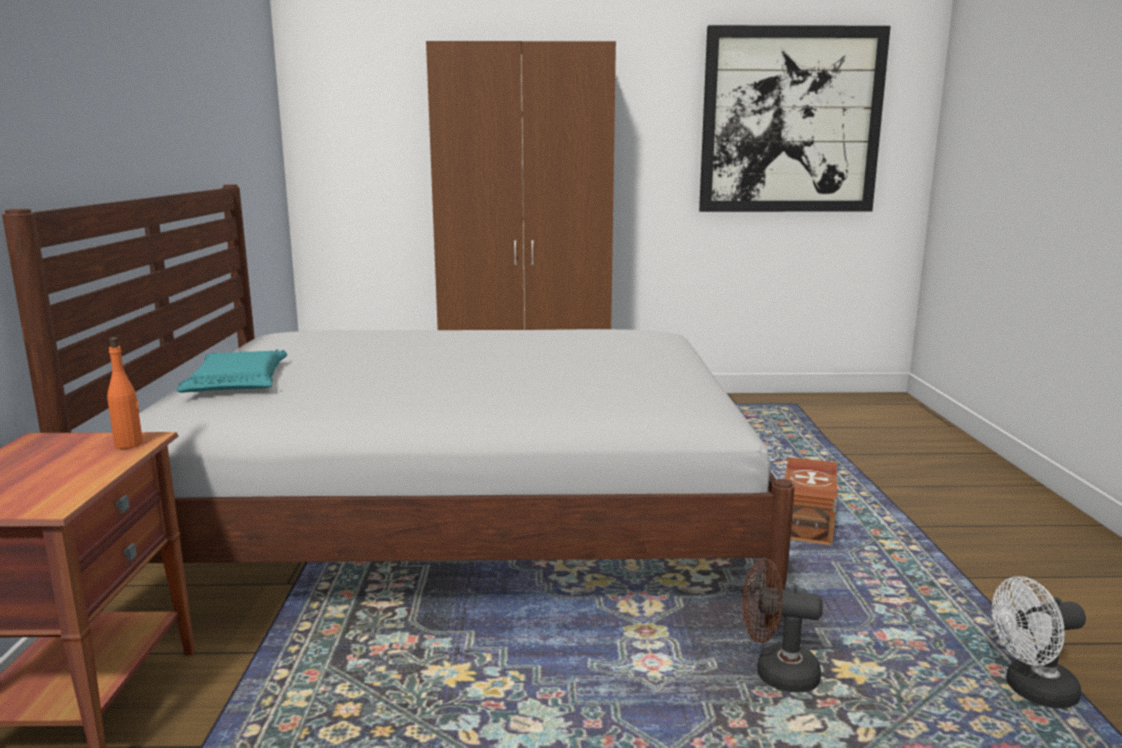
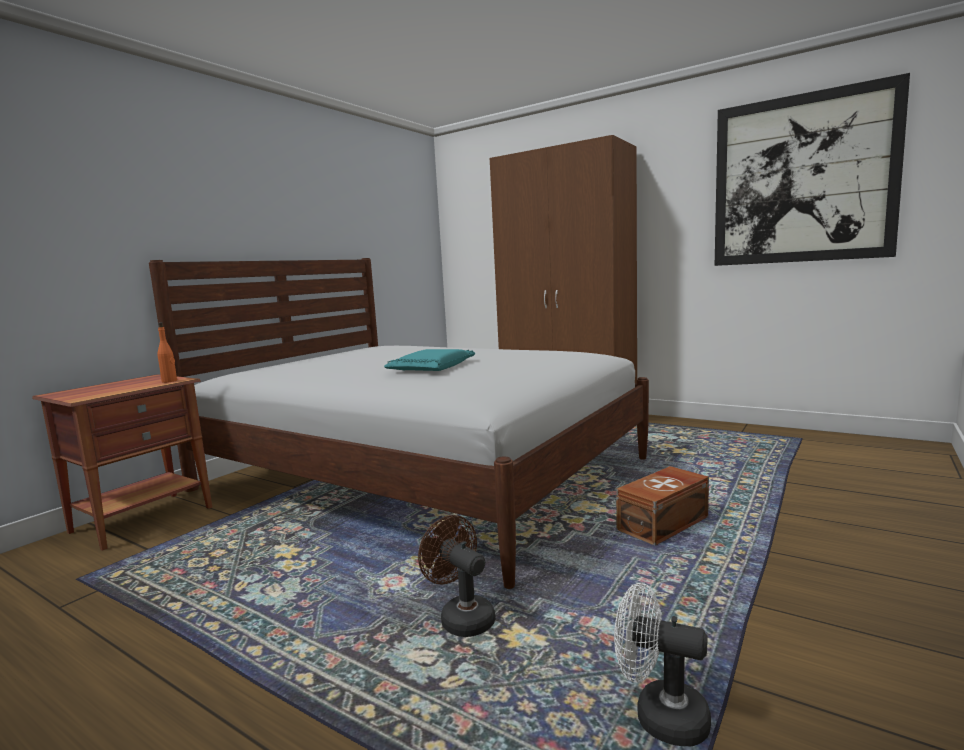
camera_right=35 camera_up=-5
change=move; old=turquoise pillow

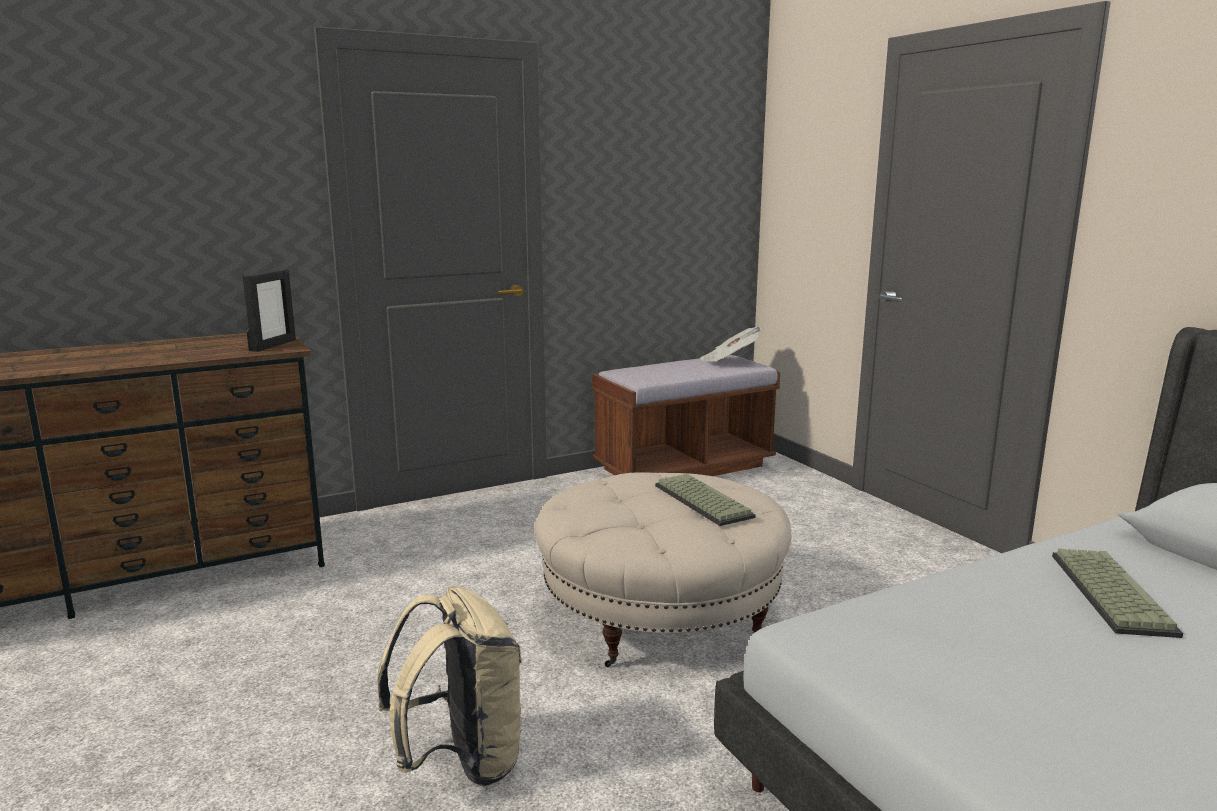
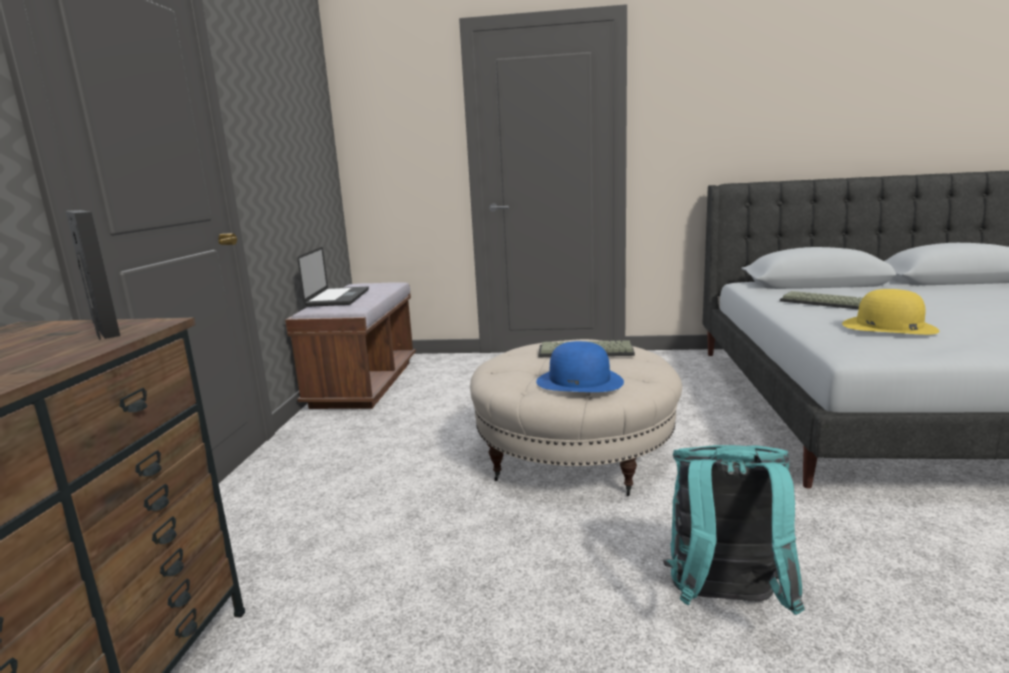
camera_right=-55 camera_up=0
change=recolor; old=beige backpack; new=turquoise backpack
change=delete; old=newspaper
change=insert; new=laptop
change=insert; new=blue hat
change=insert; new=yellow hat

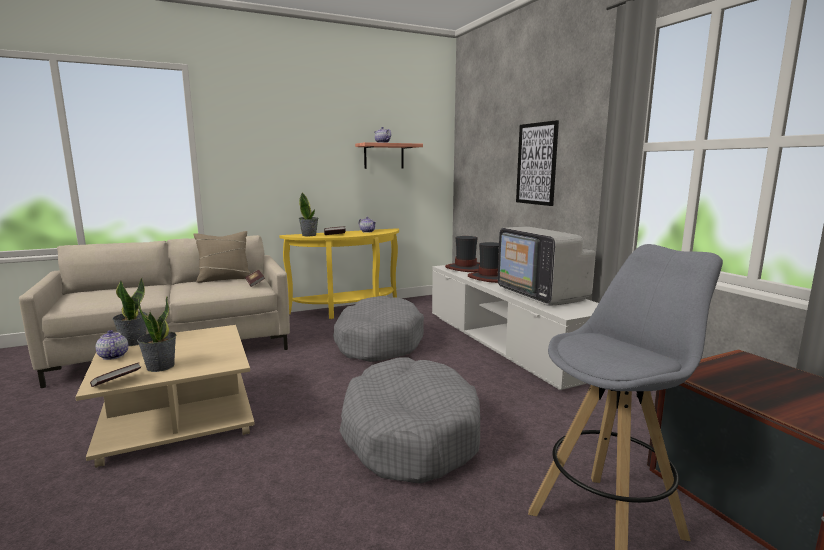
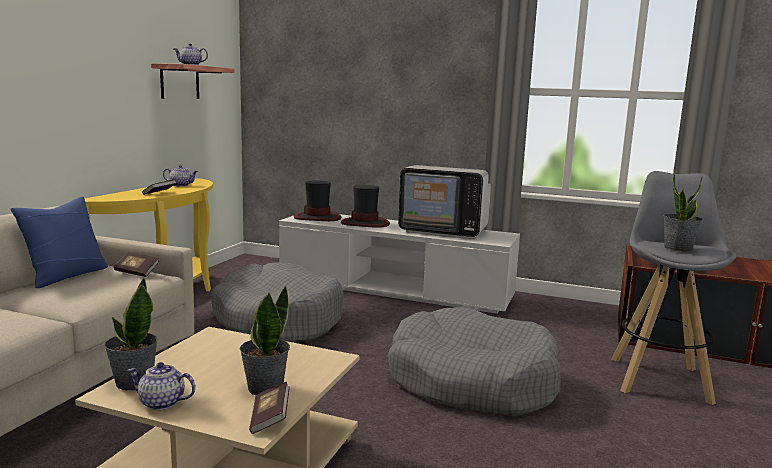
camera_right=-45 camera_up=0
change=recolor; old=beige pillow; new=blue pillow
change=move; old=potted plant (3rd from left)
change=delete; old=picture

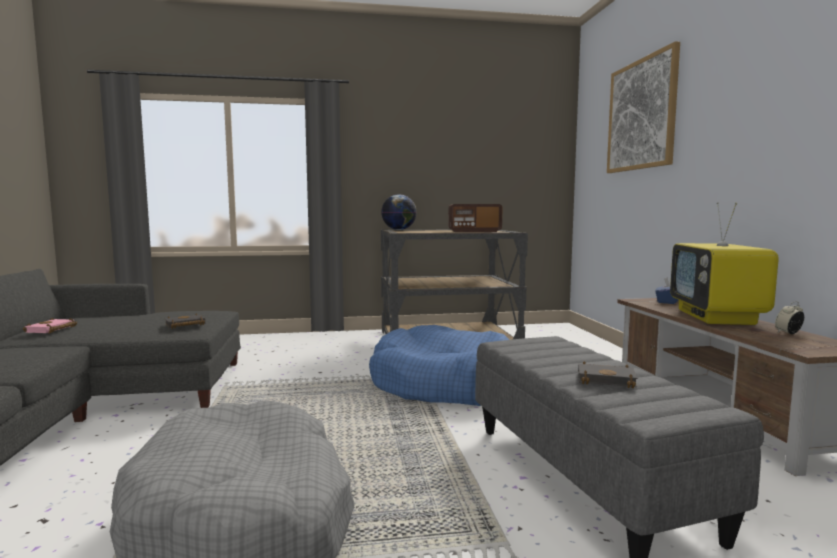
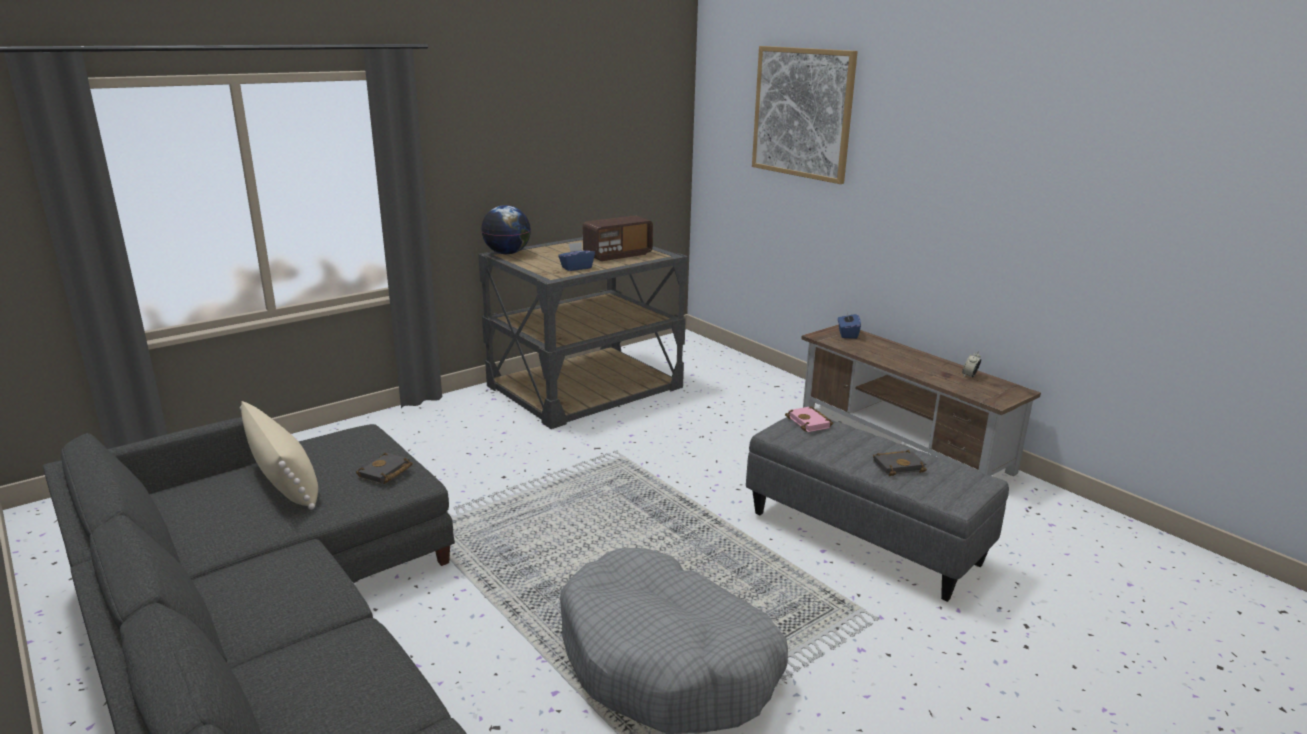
camera_right=-30 camera_up=15
change=move; old=pink book
change=delete; old=blue dog bed
change=delete; old=television
change=insert; new=beige pillow
change=insert; new=blue tissue box (1st from left)

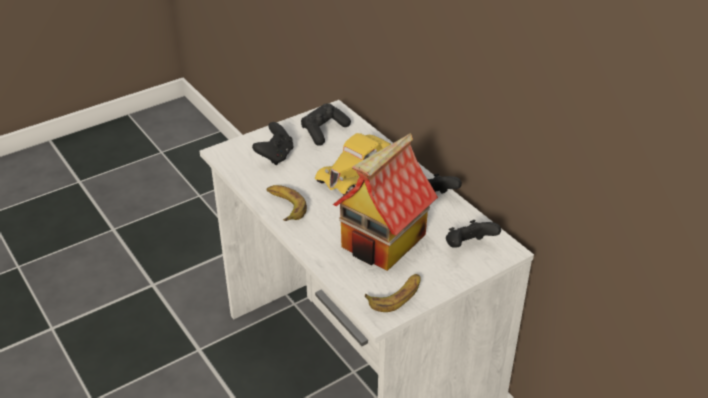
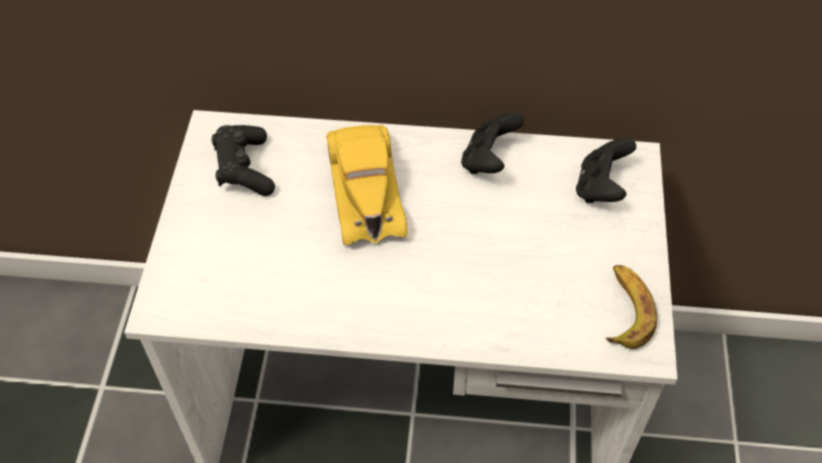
camera_right=-50 camera_up=15
change=delete; old=black game controller (1st from left)
change=delete; old=banana (1st from left)
change=delete; old=toy house

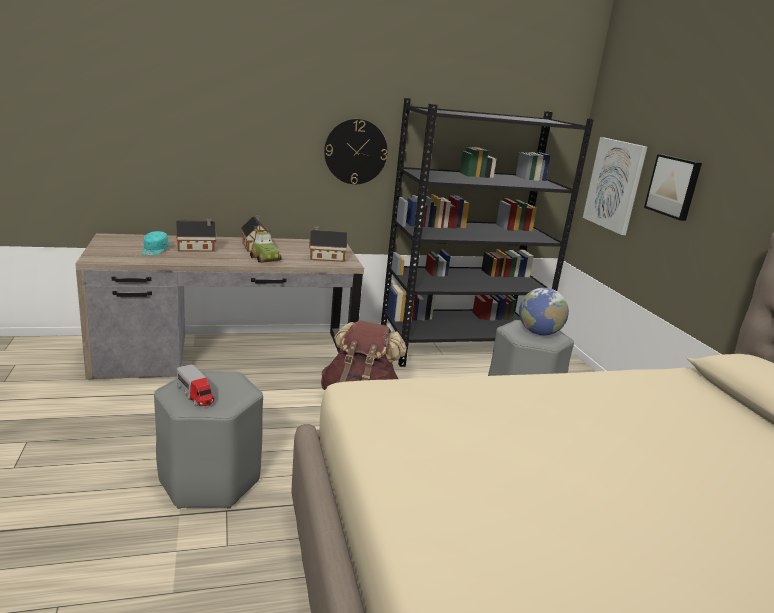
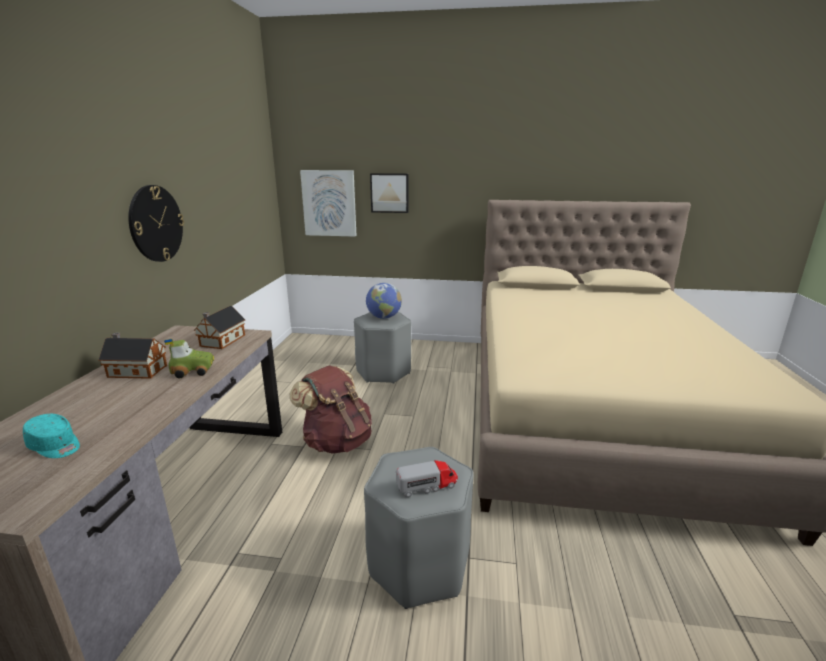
camera_right=-65 camera_up=0
change=delete; old=toy house (1st from left)
change=delete; old=black bookcase

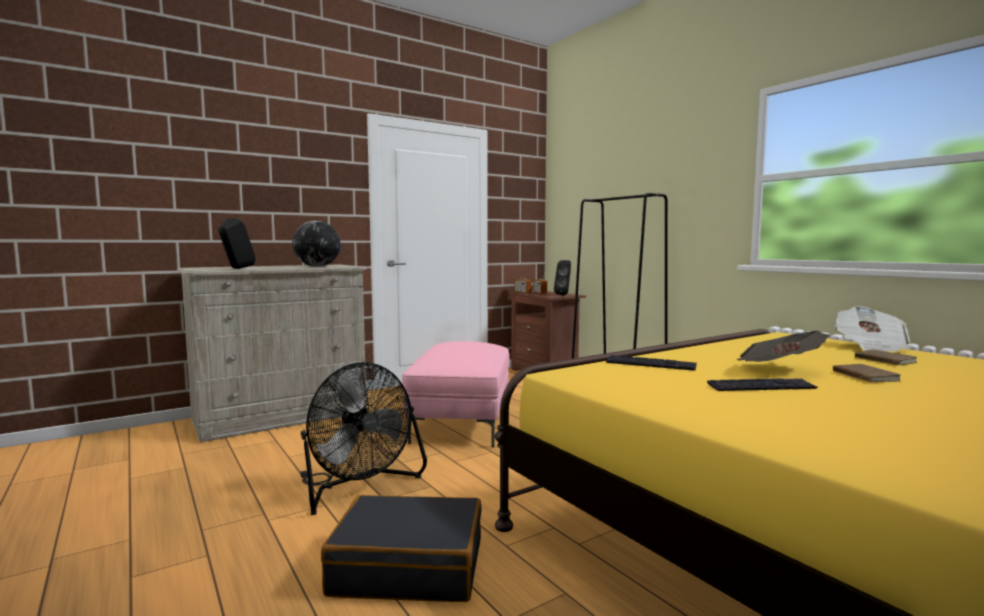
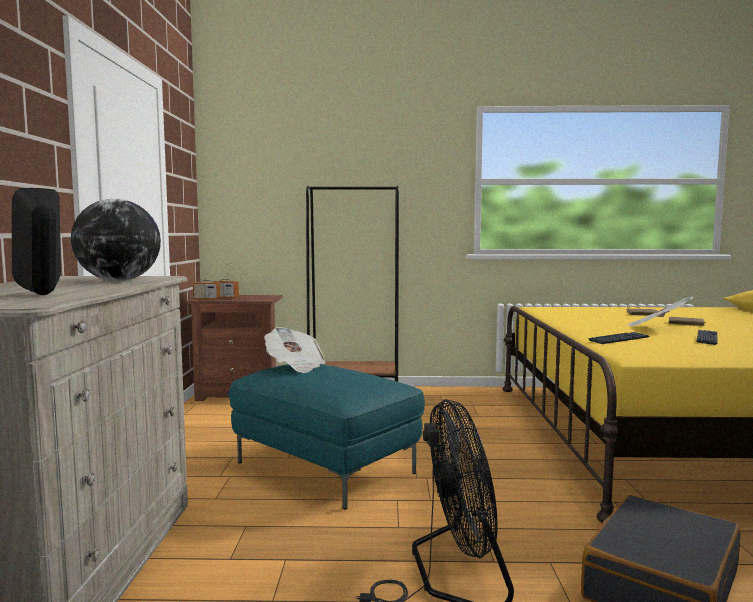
camera_right=-55 camera_up=0
change=recolor; old=pink ottoman; new=turquoise ottoman
change=delete; old=black speaker (2nd from left)
change=move; old=newspaper (2nd from left in the first image); new=newspaper (1st from left)

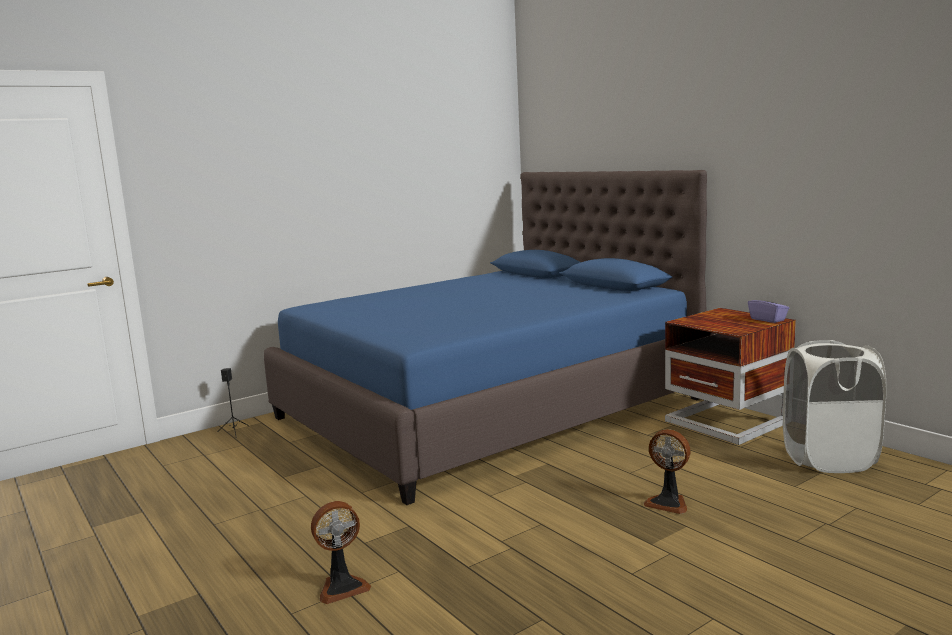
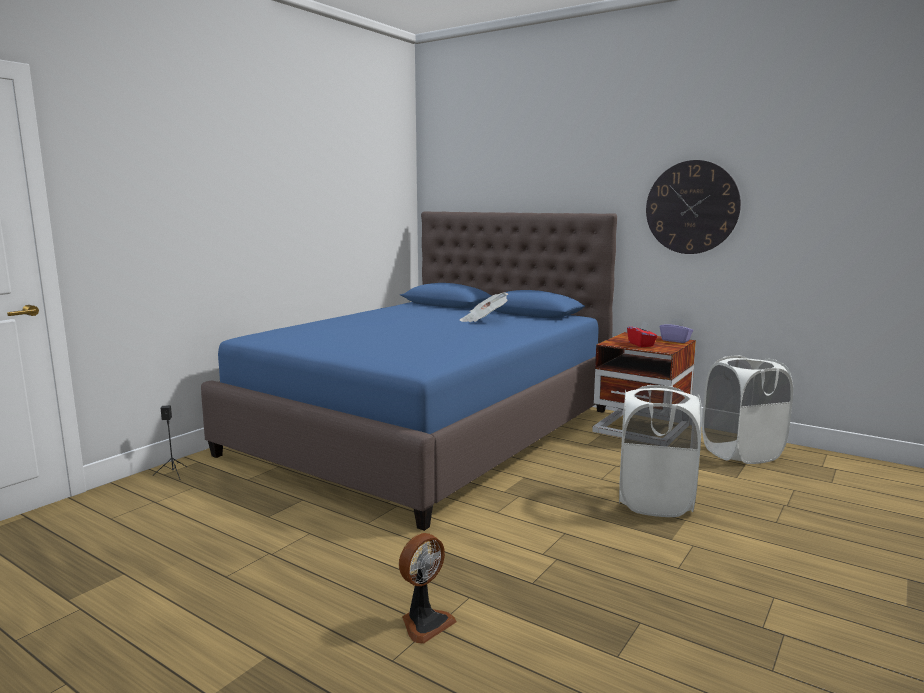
camera_right=-20 camera_up=0
change=replace; old=fan (2nd from left); new=white laundry basket (1st from left)
change=insert; new=newspaper
change=insert; new=red tissue box
change=insert; new=wall clock

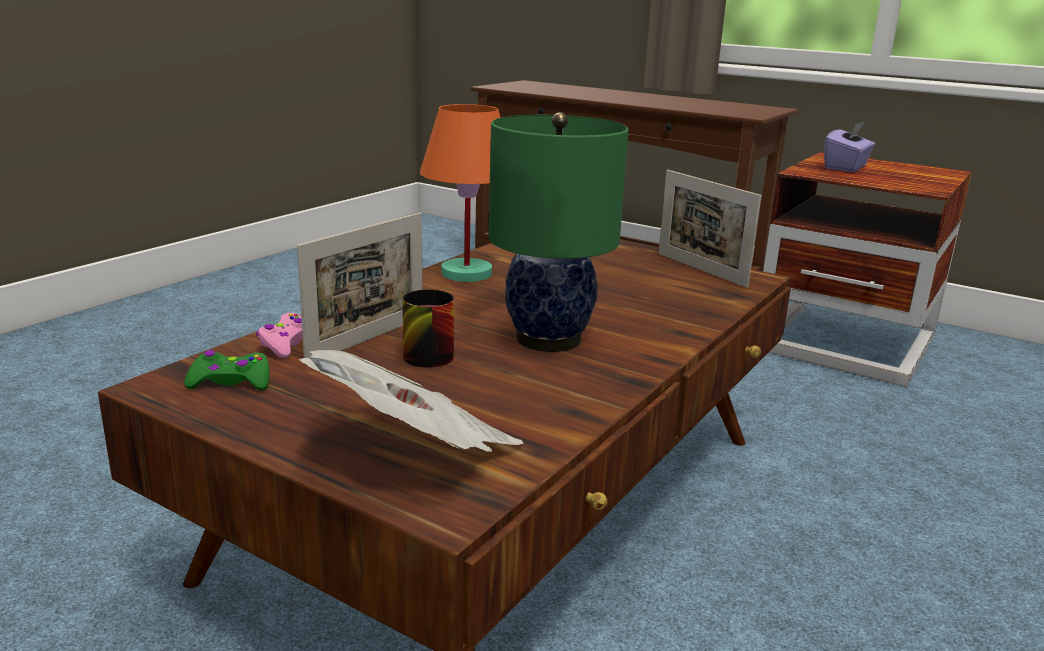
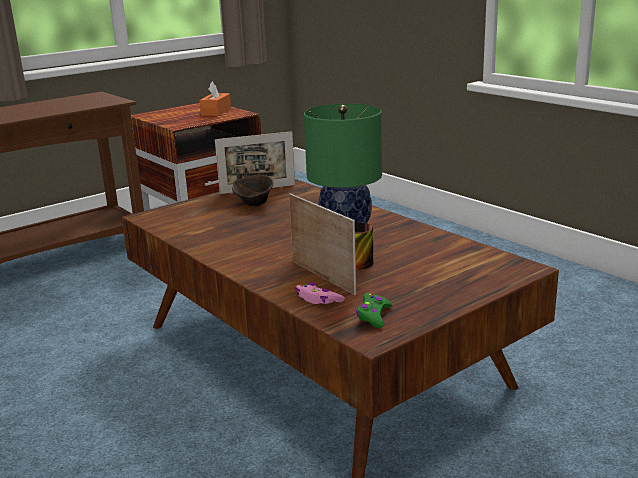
camera_right=-70 camera_up=0
change=delete; old=newspaper
change=delete; old=orange table lamp
change=delete; old=purple tissue box
change=insert; new=orange tissue box
change=insert; new=brown bowl

